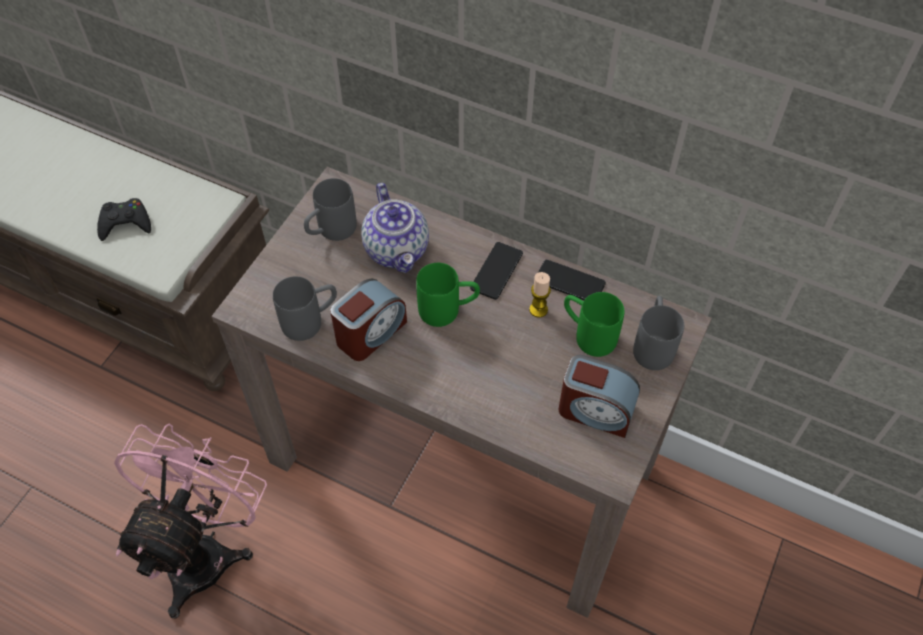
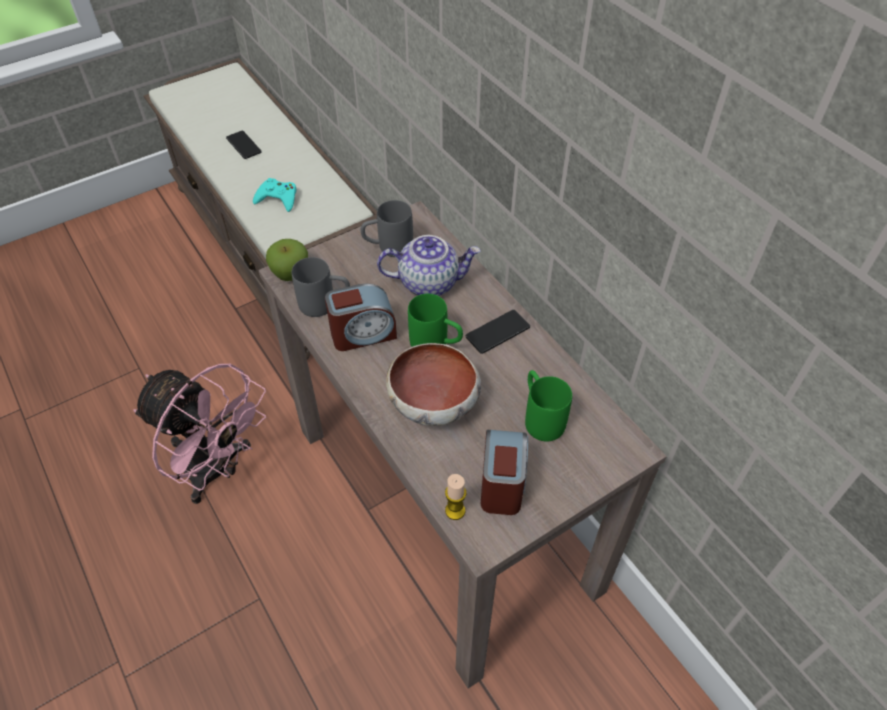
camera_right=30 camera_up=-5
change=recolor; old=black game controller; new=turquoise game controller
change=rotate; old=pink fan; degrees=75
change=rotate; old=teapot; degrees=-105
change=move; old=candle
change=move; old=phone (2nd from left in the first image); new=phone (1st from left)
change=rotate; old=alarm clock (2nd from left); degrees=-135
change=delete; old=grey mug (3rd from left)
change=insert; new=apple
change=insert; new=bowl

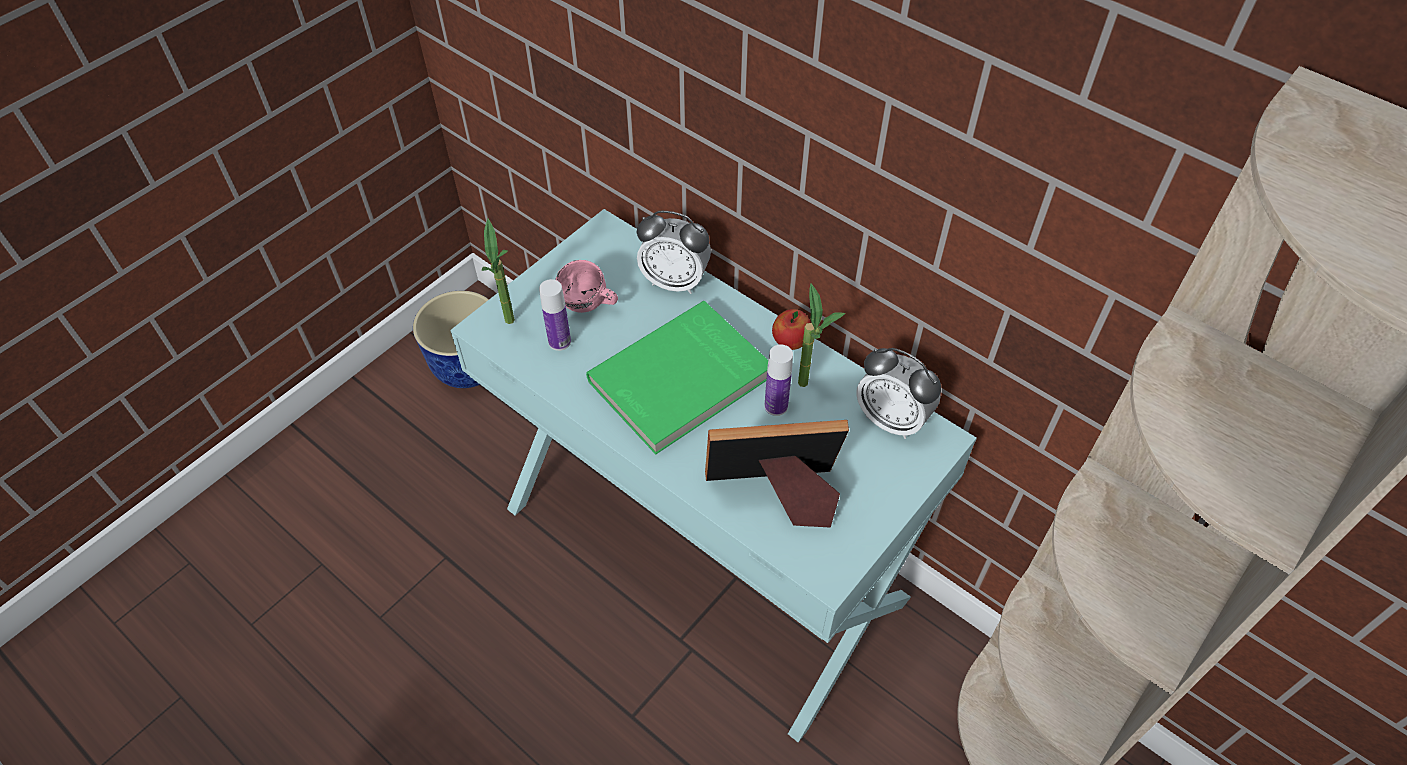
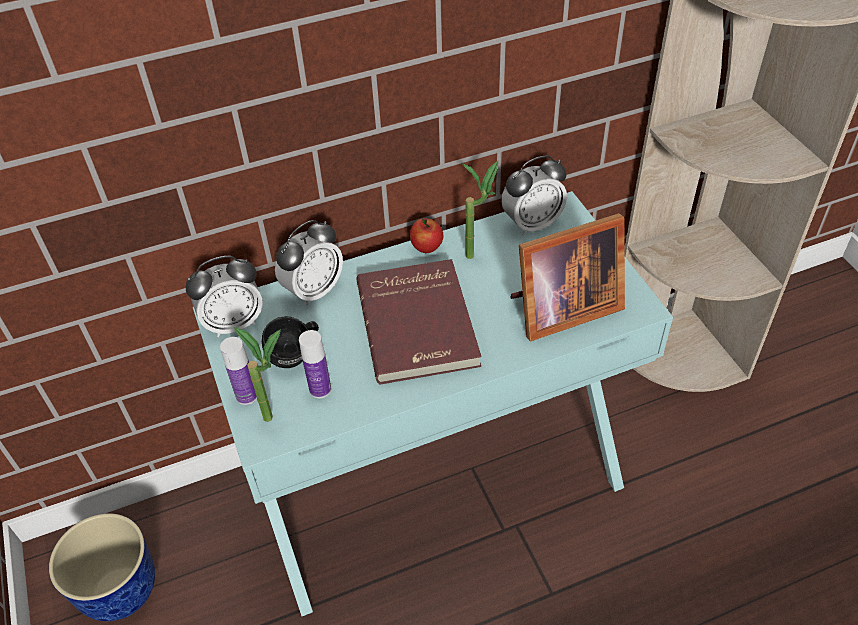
camera_right=-60 camera_up=-5
change=recolor; old=pink mug; new=black mug
change=recolor; old=green book; new=red book
change=rotate; old=picture frame; degrees=-135
change=move; old=bottle (2nd from left in the first image); new=bottle (1st from left)
change=insert; new=alarm clock (1st from left)

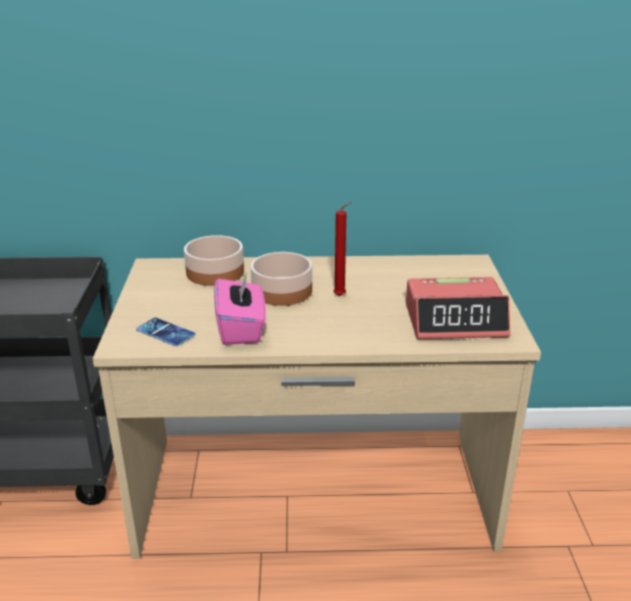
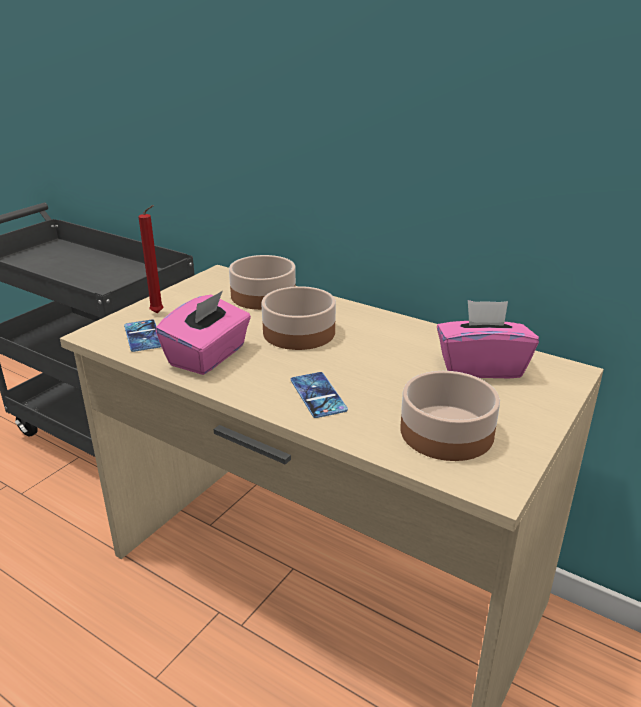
camera_right=35 camera_up=0
change=move; old=red candle
change=replace; old=alarm clock; new=bowl (3rd from left)
change=insert; new=phone (2nd from left)
change=insert; new=pink tissue box (2nd from left)

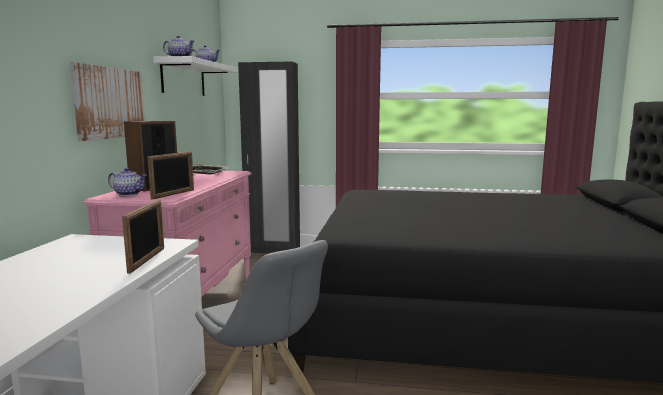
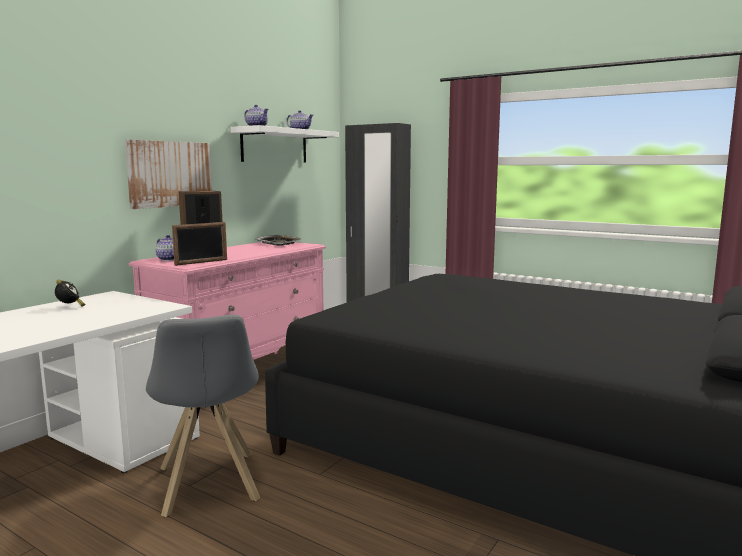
camera_right=25 camera_up=0
change=delete; old=picture frame (1st from left)
change=insert; new=alarm clock

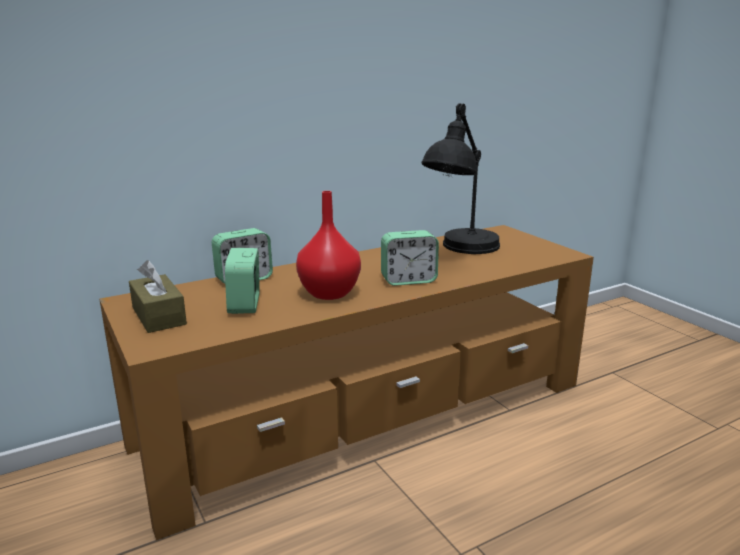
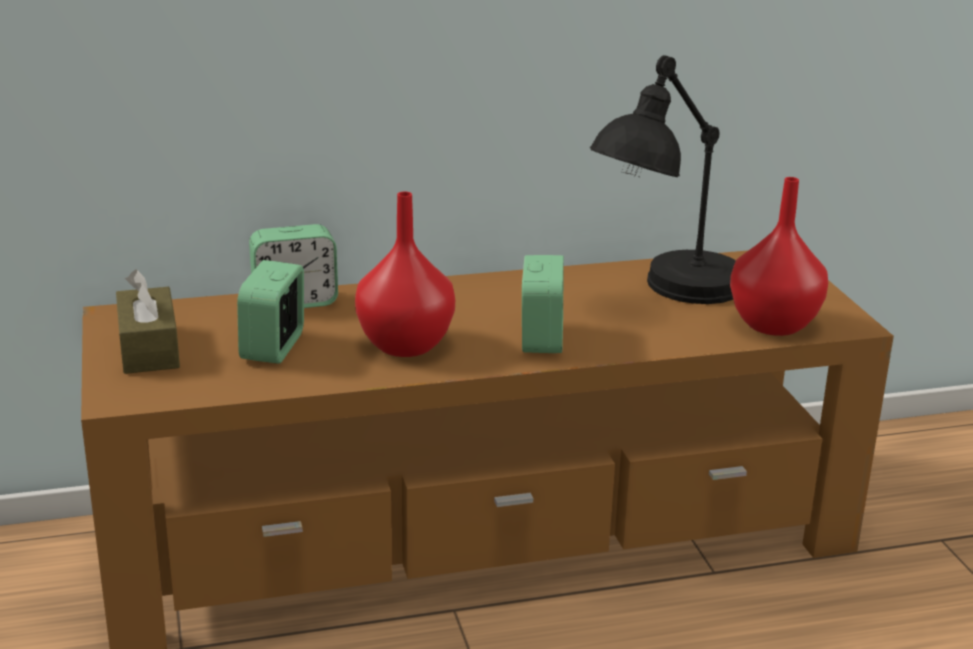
camera_right=15 camera_up=5
change=rotate; old=alarm clock (3rd from left); degrees=-90
change=insert; new=red vase (2nd from left)

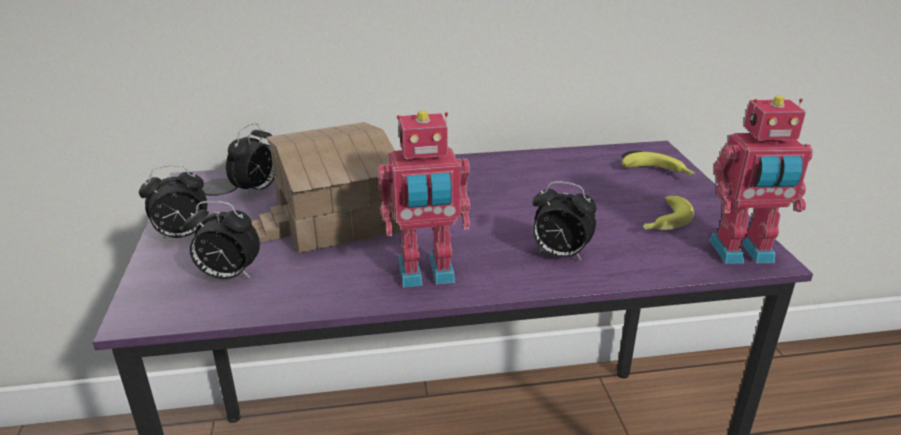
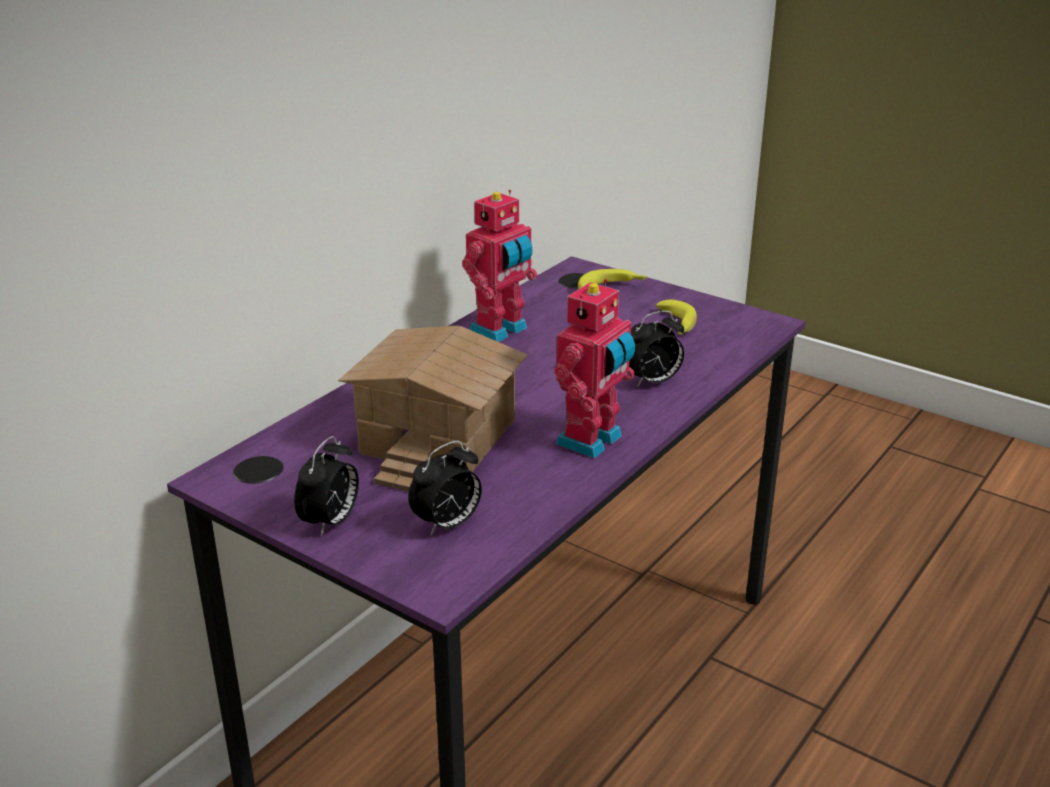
camera_right=-45 camera_up=0
change=delete; old=alarm clock (3rd from left)
change=move; old=toy robot (2nd from left in the first image); new=toy robot (1st from left)

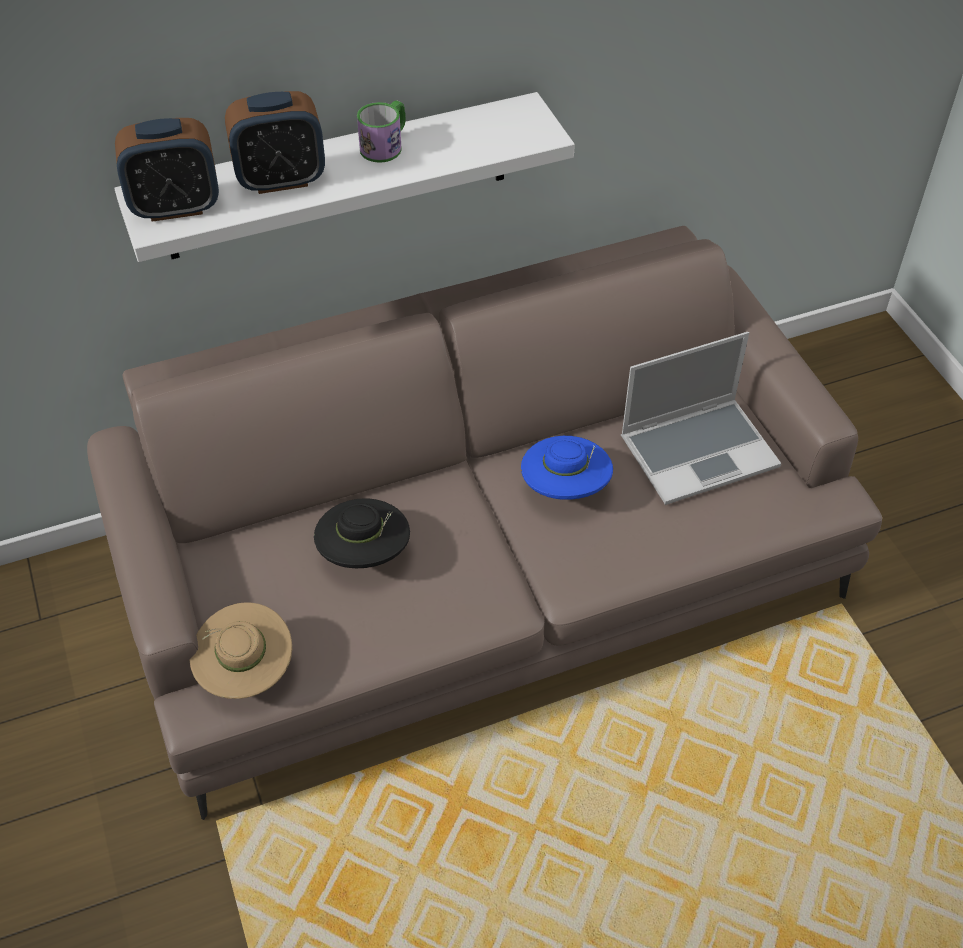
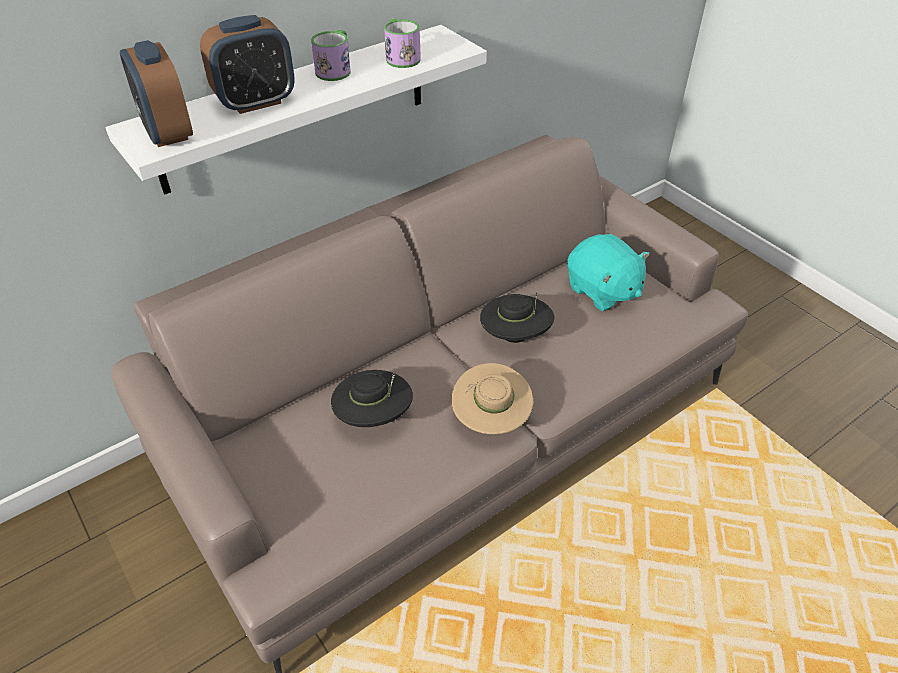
camera_right=-15 camera_up=-5
change=rotate; old=alarm clock (1st from left); degrees=90
change=move; old=beige hat
change=recolor; old=blue hat; new=black hat (2nd from left)
change=replace; old=laptop; new=turquoise plush toy
change=insert; new=mug (2nd from left)

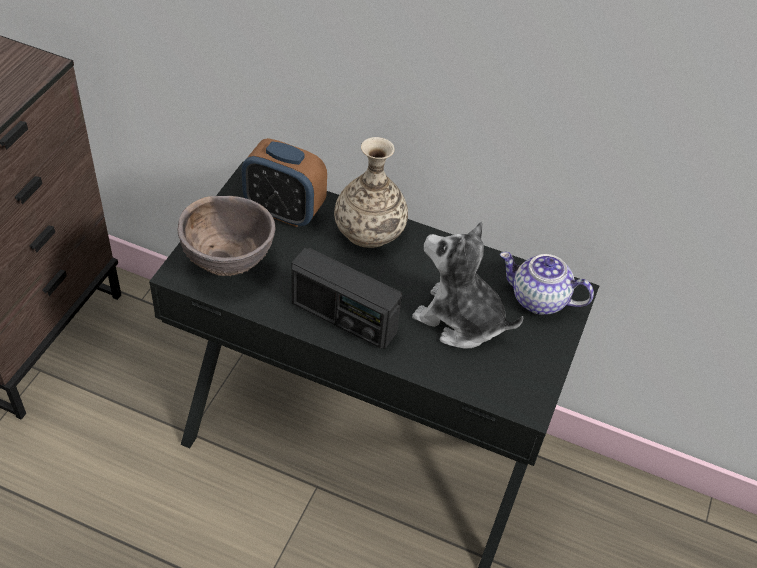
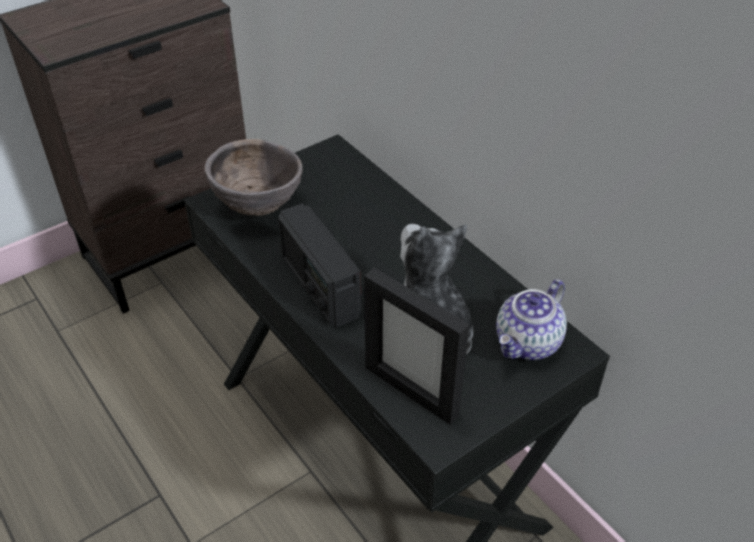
camera_right=35 camera_up=-5
change=delete; old=alarm clock
change=delete; old=vase
change=rotate; old=teapot; degrees=-105
change=insert; new=picture frame

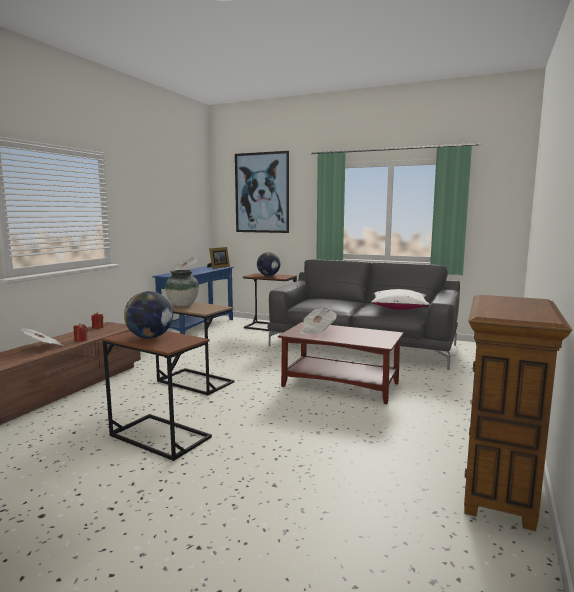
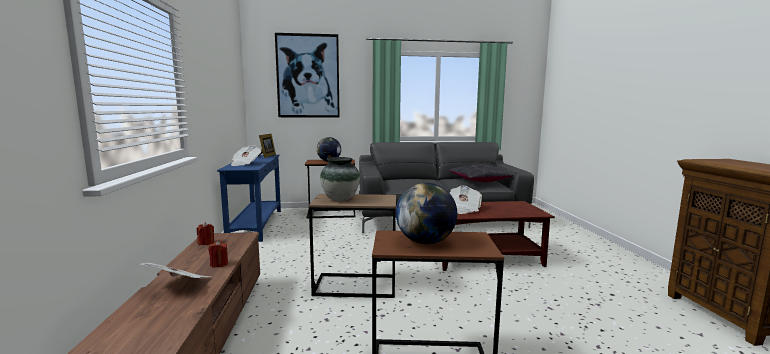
camera_right=-30 camera_up=0
change=recolor; old=white pillow; new=black pillow

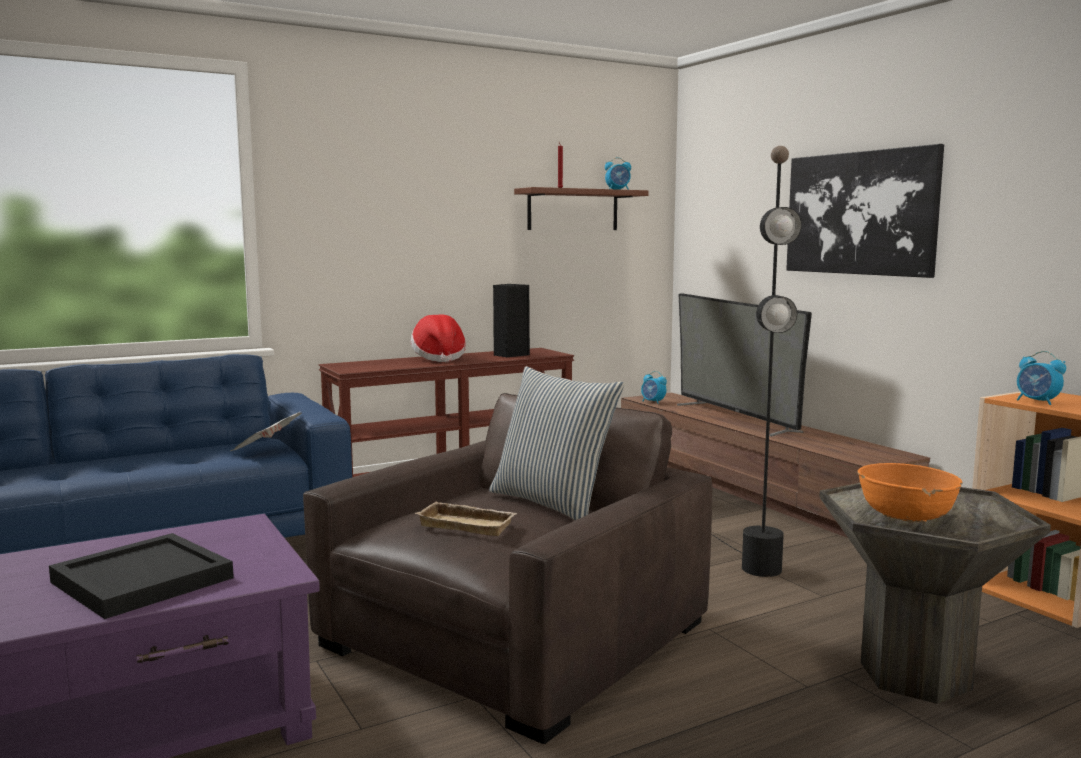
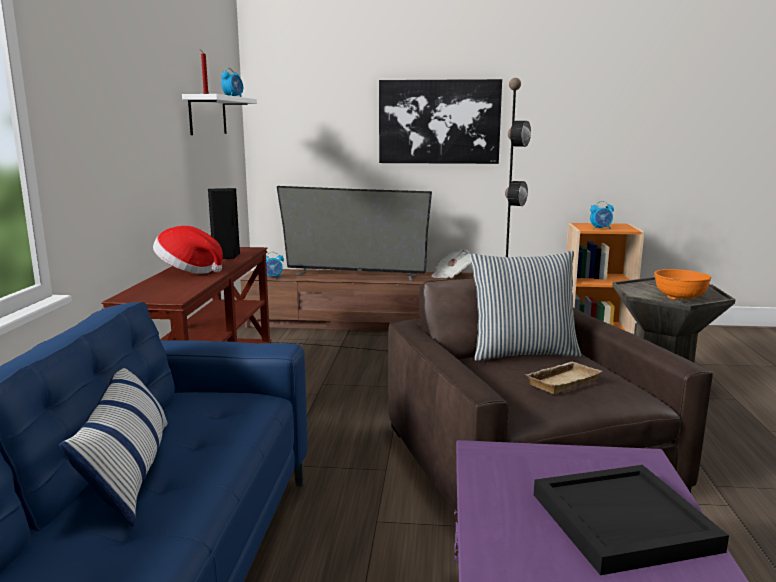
camera_right=-55 camera_up=5
change=move; old=newspaper
change=recolor; old=brown shelf; new=white shelf
change=insert; new=pillow (1st from left)

